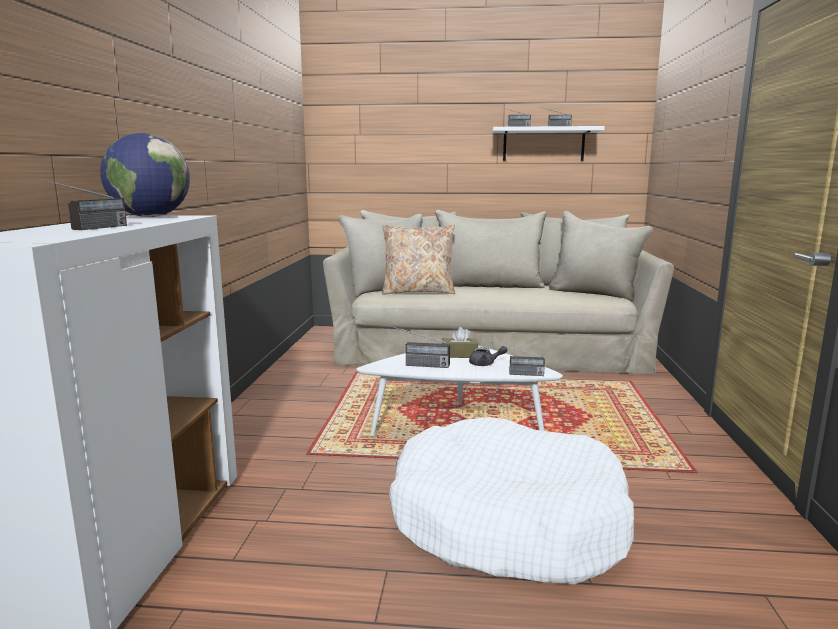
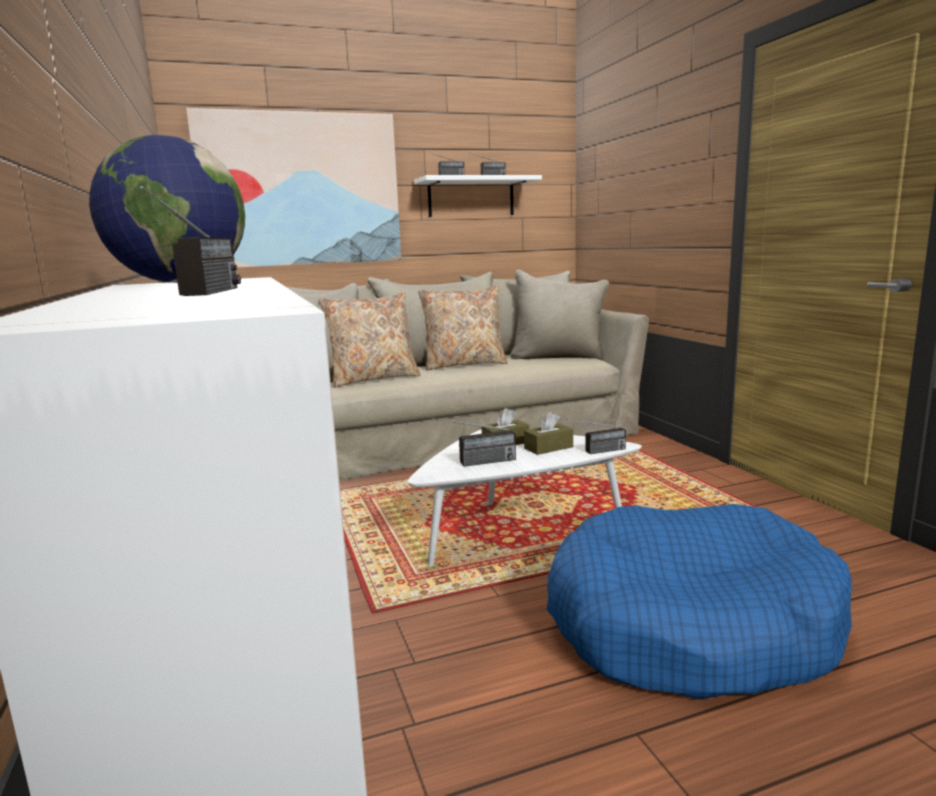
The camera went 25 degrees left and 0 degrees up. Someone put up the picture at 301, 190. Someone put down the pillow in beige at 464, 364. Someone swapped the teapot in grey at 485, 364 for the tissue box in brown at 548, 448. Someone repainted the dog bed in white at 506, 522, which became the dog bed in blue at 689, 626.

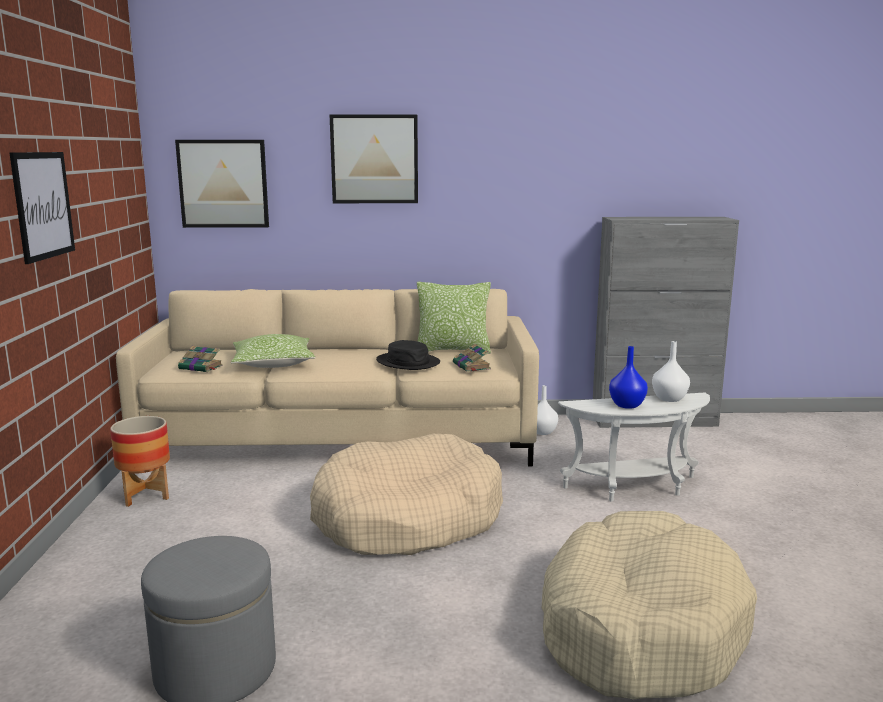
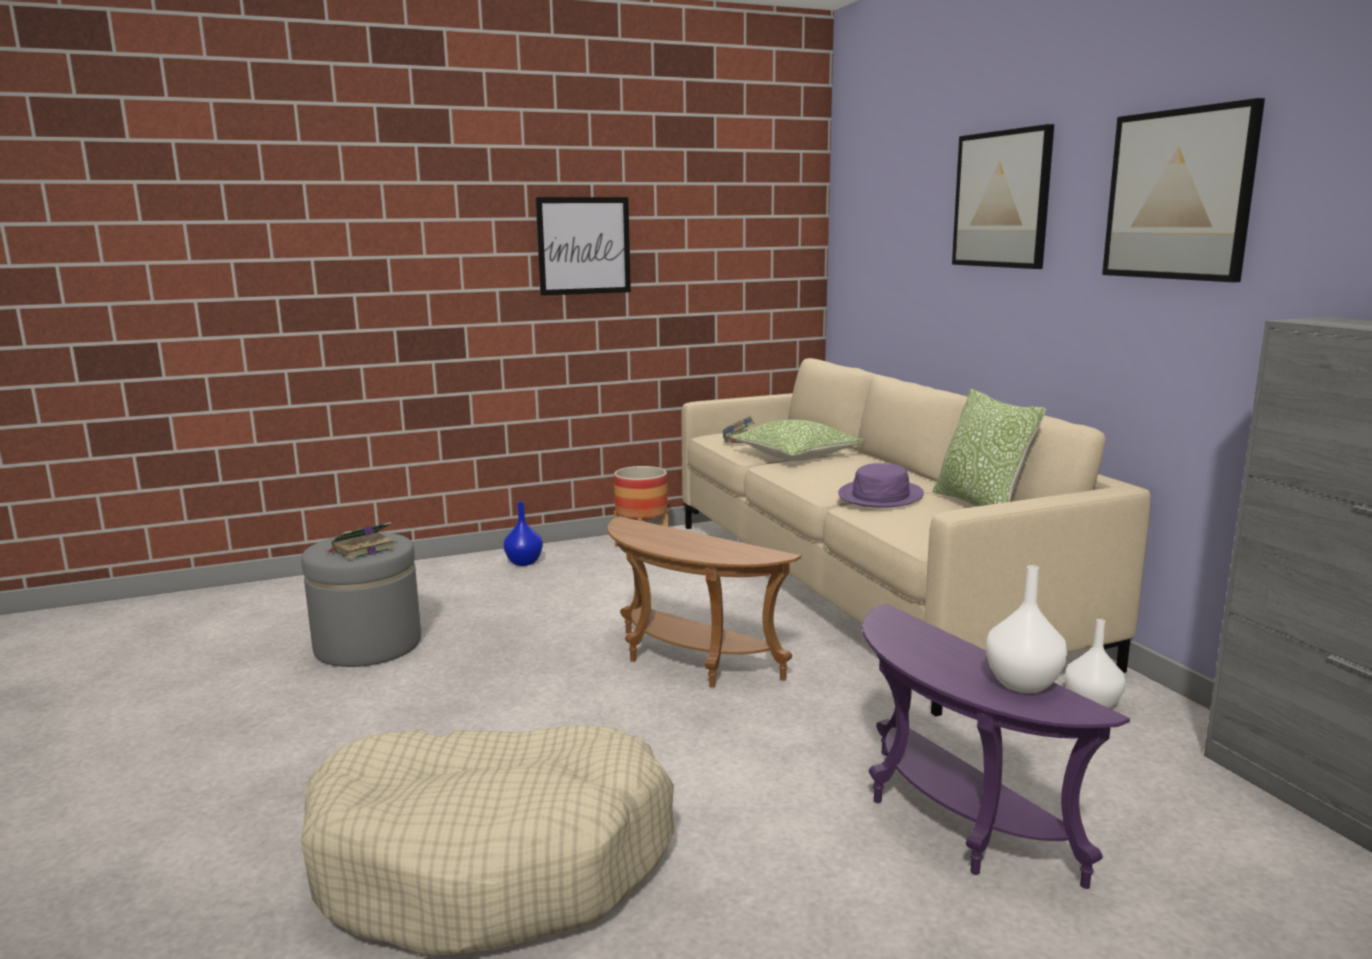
The camera went 70 degrees right and 0 degrees up. Someone carried the picture from 223, 184 to 1179, 195. Someone carried the book from 472, 366 to 362, 549. Someone carried the vase in blue from 626, 405 to 524, 562. Someone swapped the dog bed in beige at 407, 518 for the side table in brown at 688, 662. Someone repainted the hat in black at 408, 362, which became the hat in purple at 881, 496. Someone repainted the side table in white at 636, 489, which became the side table in purple at 951, 822.

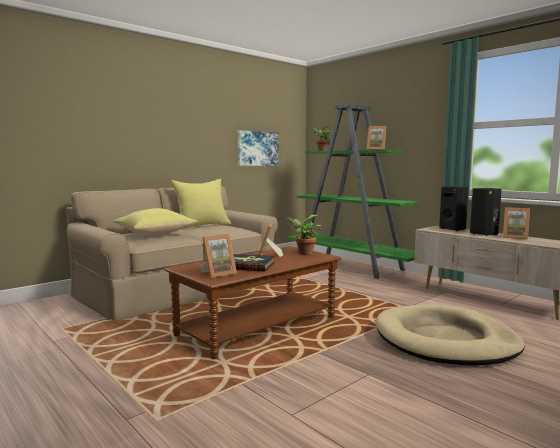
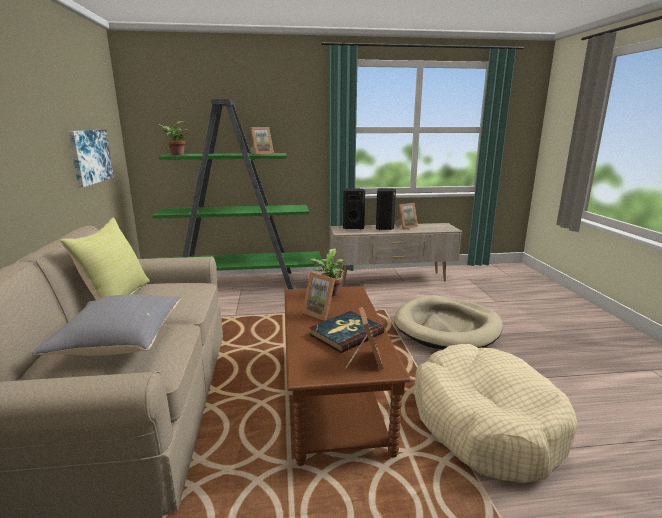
The camera went 55 degrees left and 10 degrees up. Someone put down the dog bed in beige at 485, 422. Someone repainted the pillow in yellow at 155, 234, which became the pillow in grey at 120, 342.

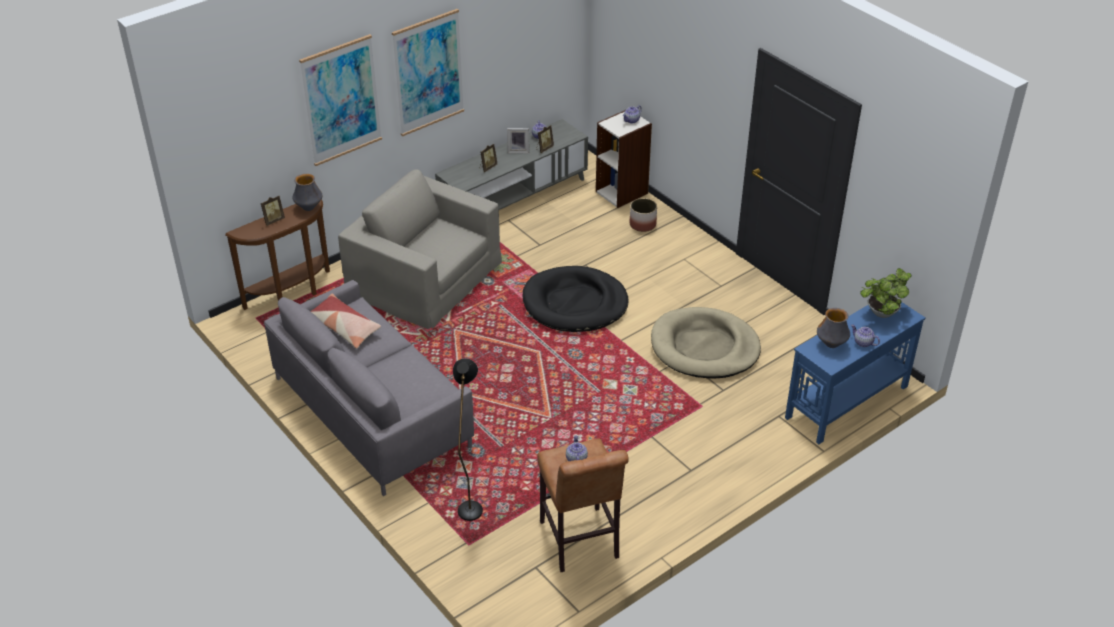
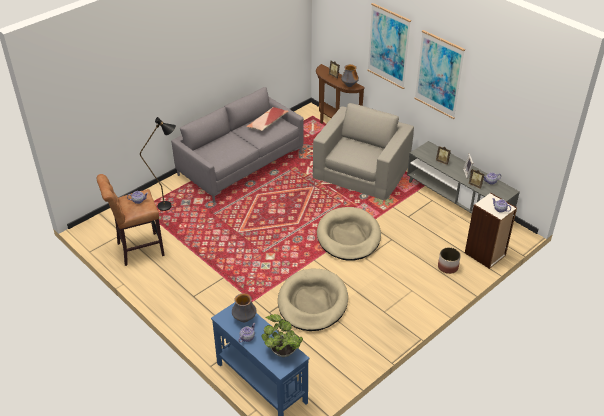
The camera went 85 degrees right and 0 degrees up. Someone repainted the dog bed in black at 575, 303, which became the dog bed in beige at 348, 236.

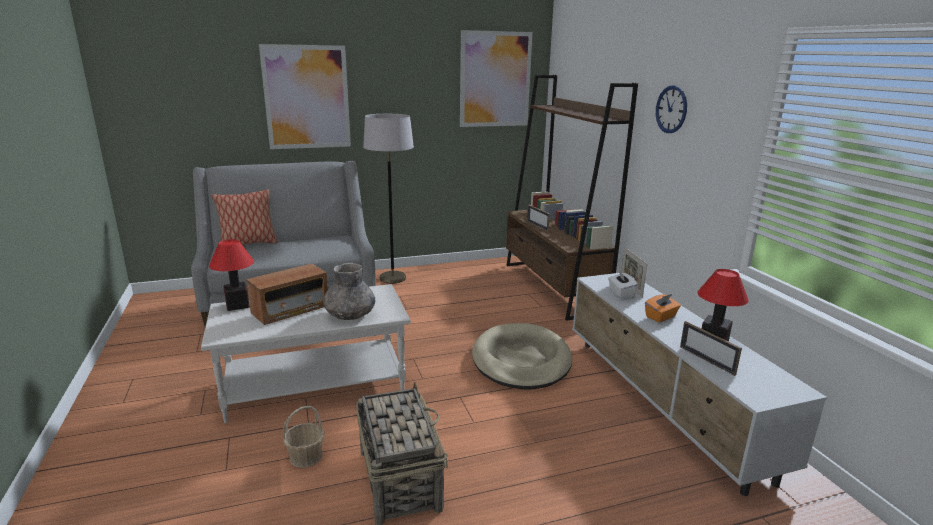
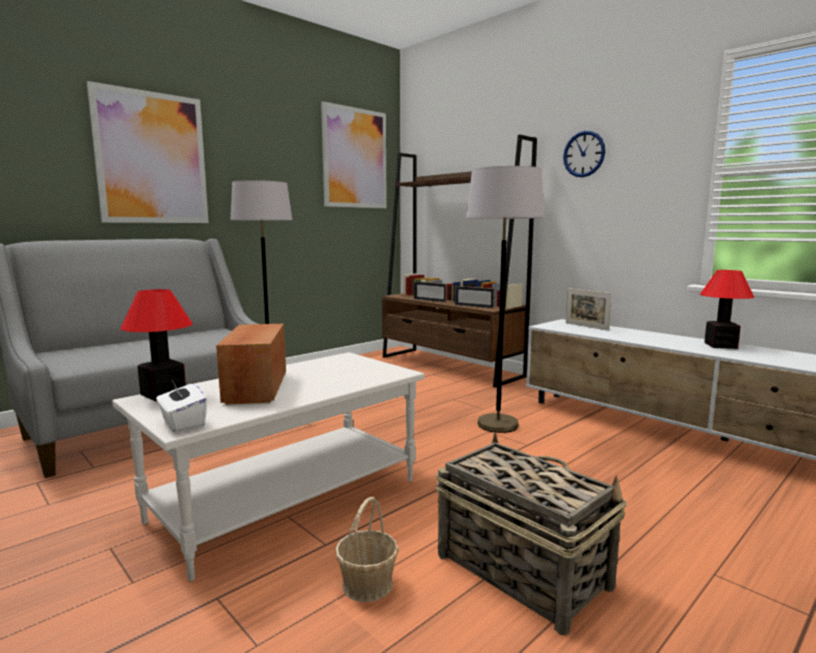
The camera went 25 degrees left and 10 degrees down. Someone took away the pillow at 248, 244. Someone took away the vase in grey at 350, 315. Someone took away the tissue box in orange at 661, 317. Someone carried the tissue box in white from 621, 293 to 182, 423. Someone carried the picture frame from 706, 360 to 473, 306. Someone swapped the dog bed in beige at 521, 360 for the floor lamp in grey at 497, 425. Someone rotated the radio at 290, 310 by 150 degrees clockwise.

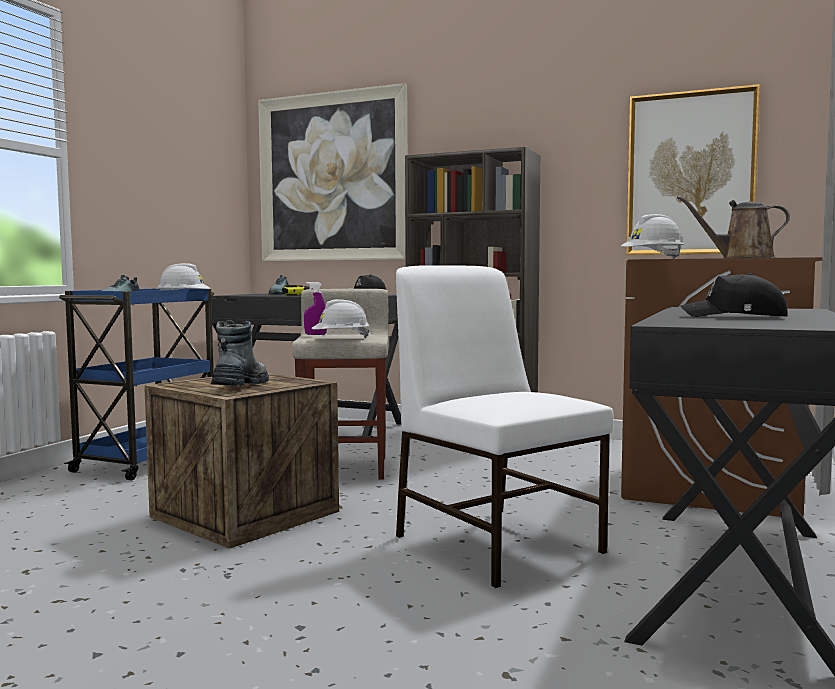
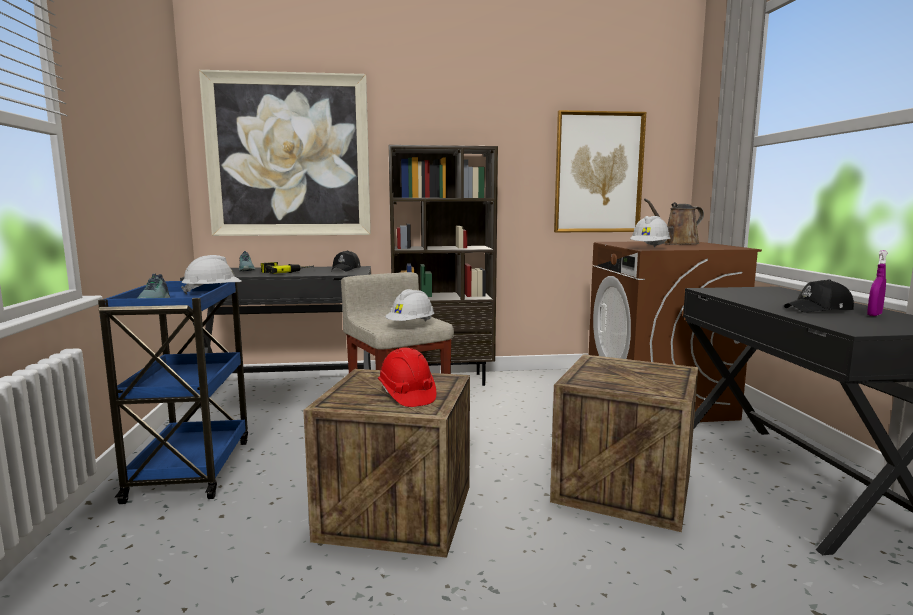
The camera went 30 degrees left and 5 degrees up. Someone carried the spray bottle in purple from 315, 334 to 874, 315. Someone swapped the boot at 240, 386 for the hard hat in red at 406, 395. Someone swapped the chair in white at 496, 542 for the crate at 623, 487.

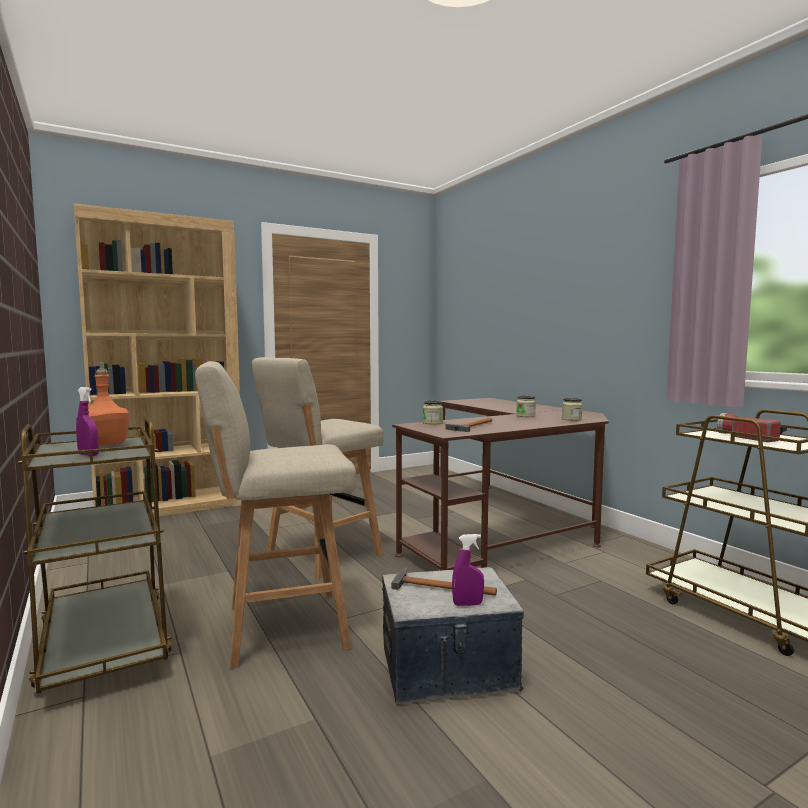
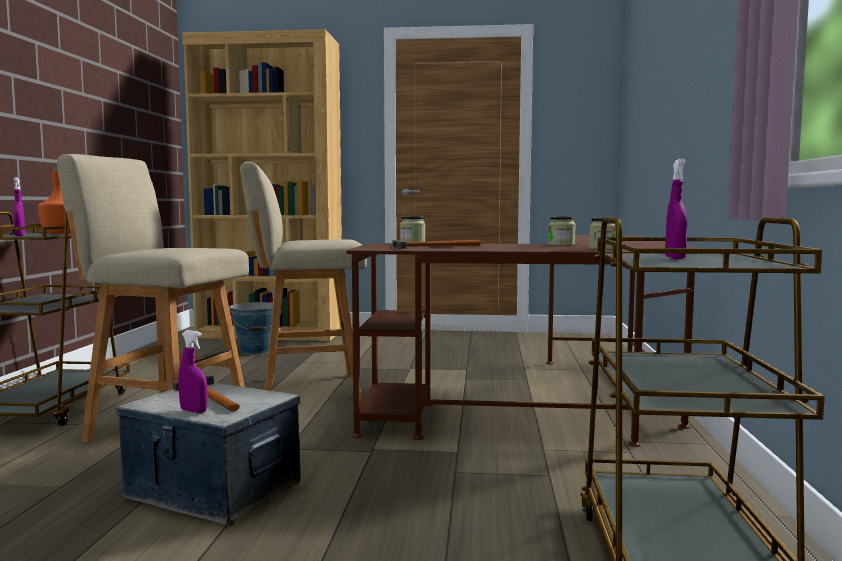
The camera went 35 degrees right and 0 degrees up. Someone put down the bucket at 256, 351. Someone swapped the flashlight at 746, 437 for the spray bottle in purple at 675, 258.

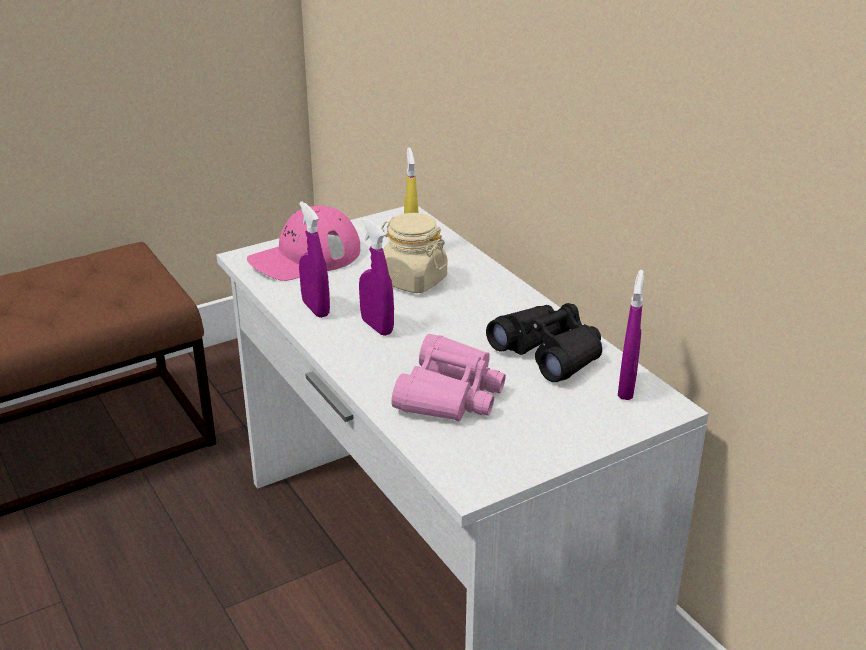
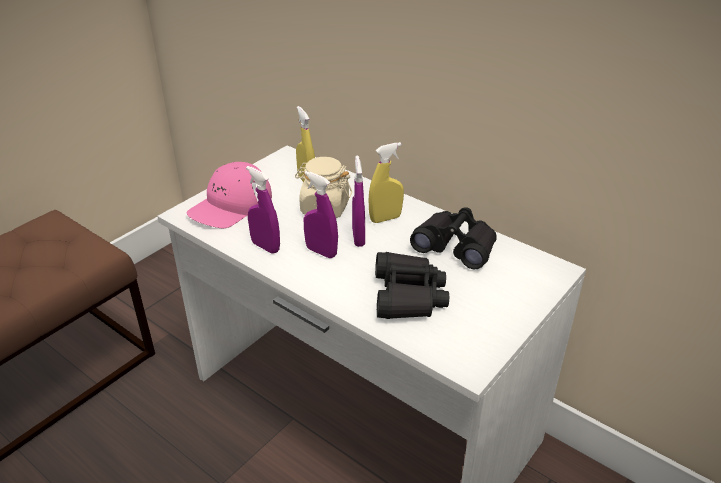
The camera went 20 degrees left and 5 degrees up. Someone put down the spray bottle in yellow at 385, 218. Someone carried the spray bottle in purple from 626, 388 to 358, 238. Someone repainted the binoculars in pink at 450, 394, which became the binoculars in black at 408, 295.

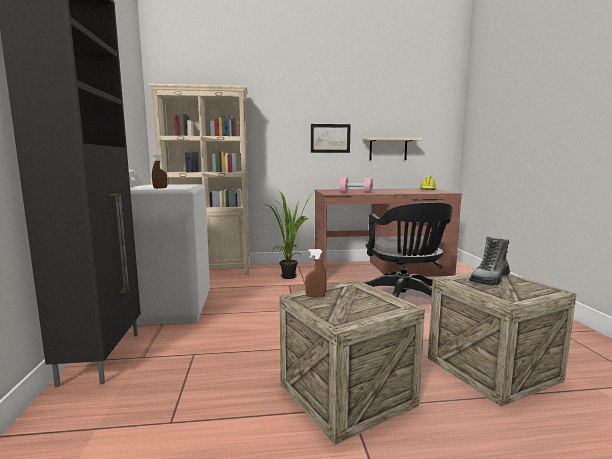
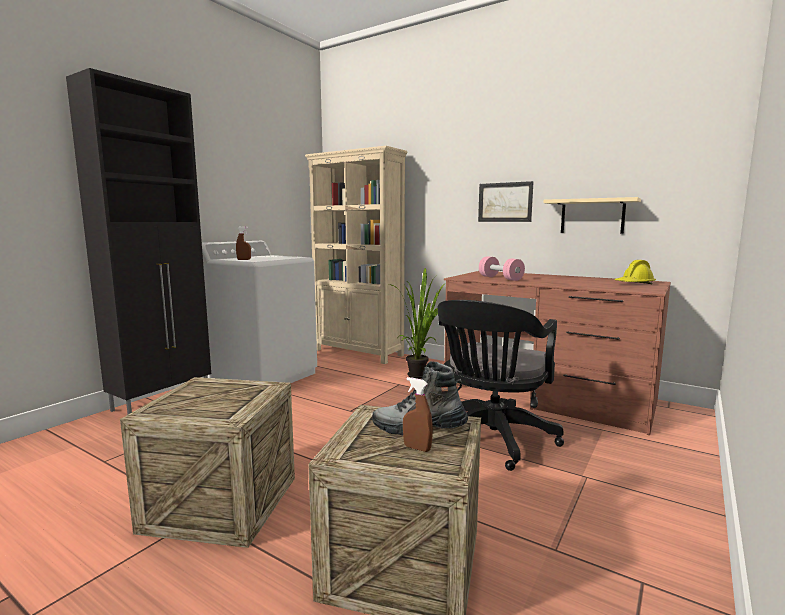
The camera went 40 degrees right and 0 degrees up. Someone carried the spray bottle in brown from 315, 296 to 417, 448.

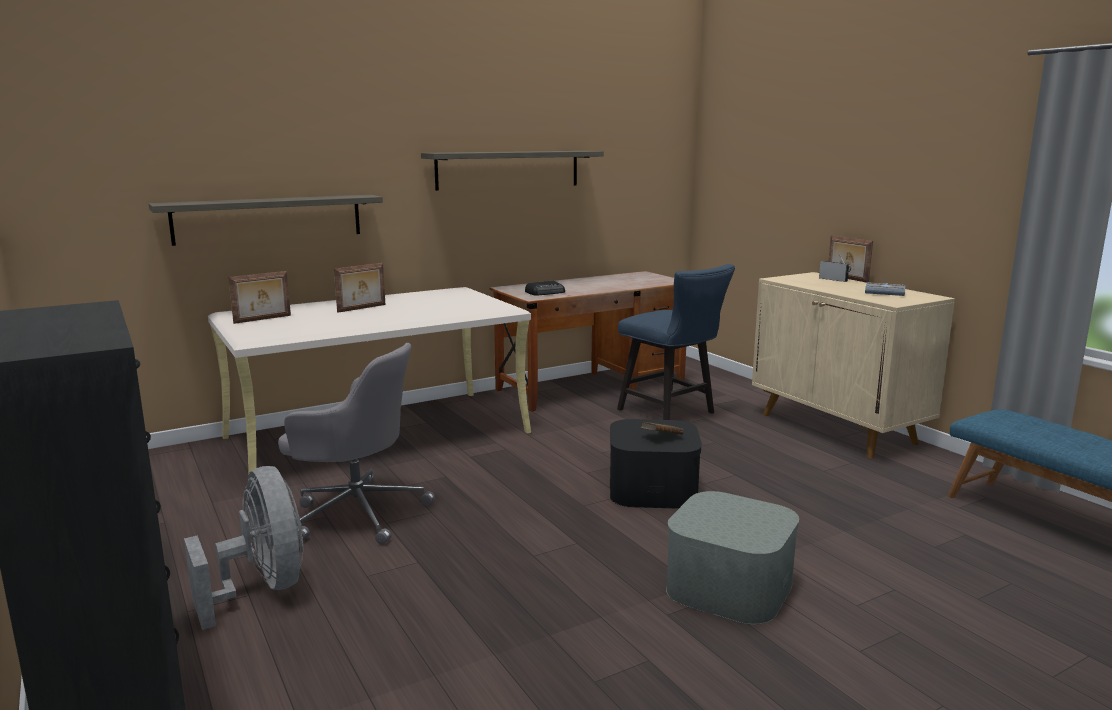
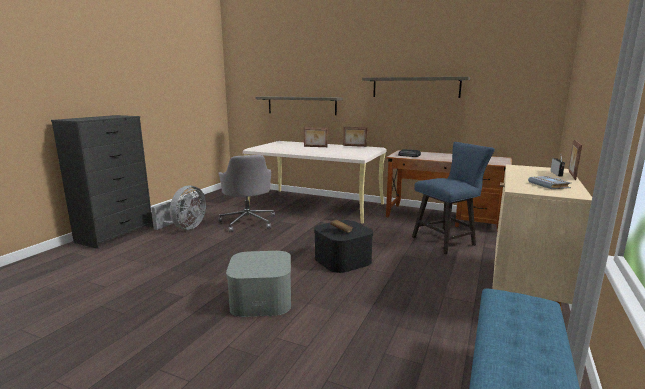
The camera went 55 degrees right and 0 degrees up. Someone carried the picture frame from 263, 319 to 354, 146. Someone rotated the chair in blue at 671, 413 by 135 degrees counterclockwise.

